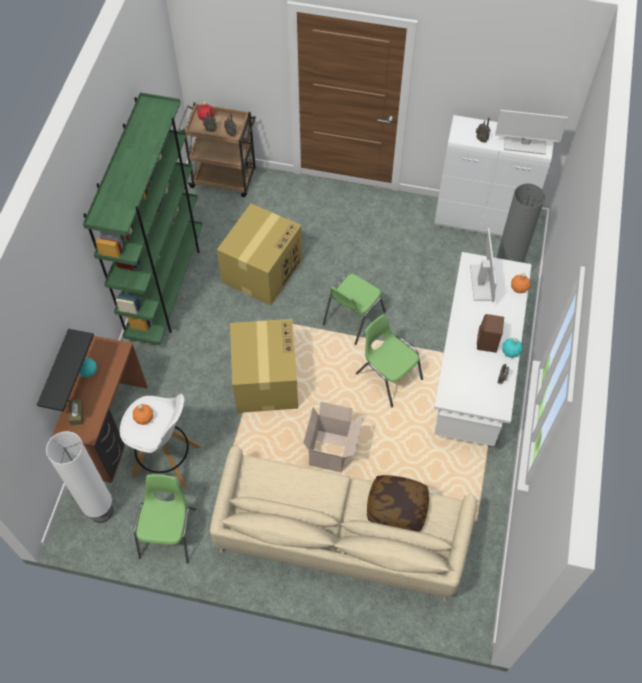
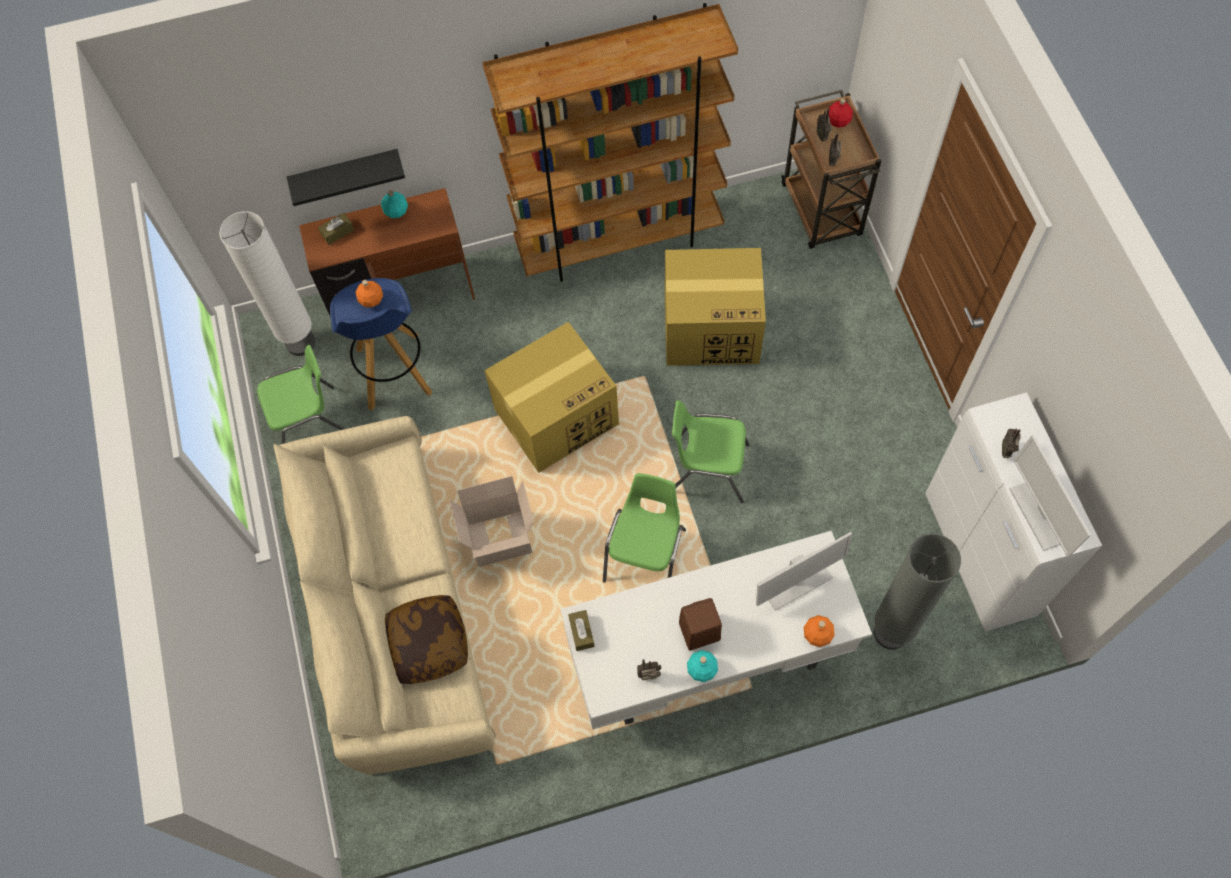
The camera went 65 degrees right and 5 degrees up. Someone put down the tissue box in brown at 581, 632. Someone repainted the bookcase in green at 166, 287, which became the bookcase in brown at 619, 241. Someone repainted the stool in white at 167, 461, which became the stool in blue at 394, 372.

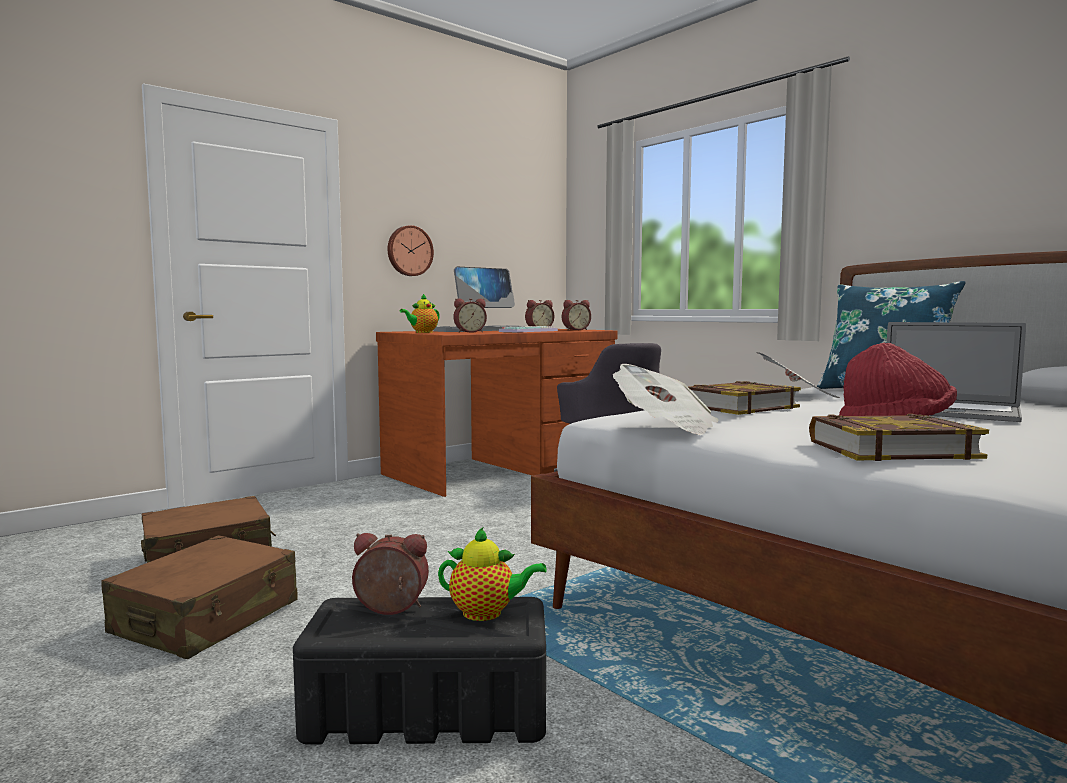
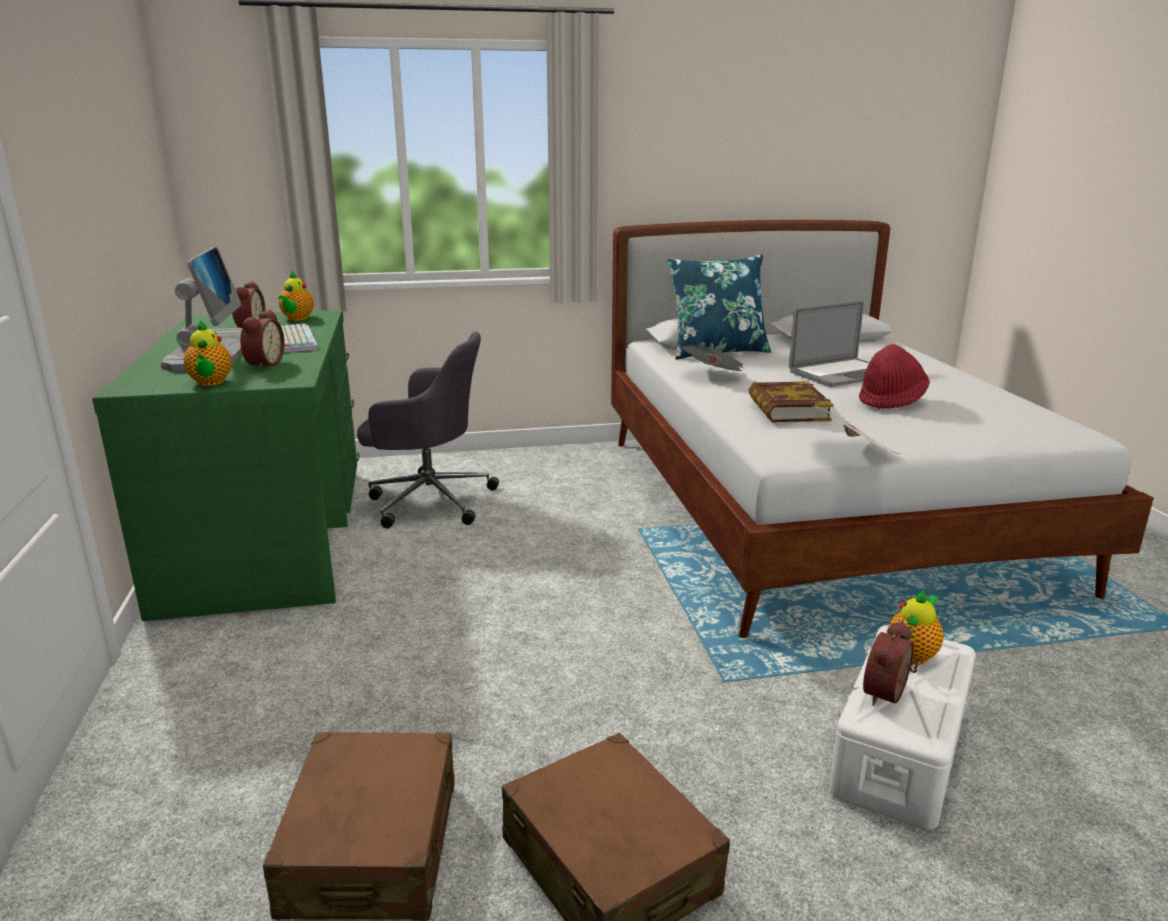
The camera went 60 degrees left and 15 degrees up. Someone took away the wall clock at 409, 251. Someone took away the book at 891, 449. Someone swapped the alarm clock at 575, 330 for the teapot at 297, 319. Someone repainted the storage box in black at 426, 711, which became the storage box in white at 899, 752. Someone repainted the desk in brown at 503, 468, which became the desk in green at 270, 534.

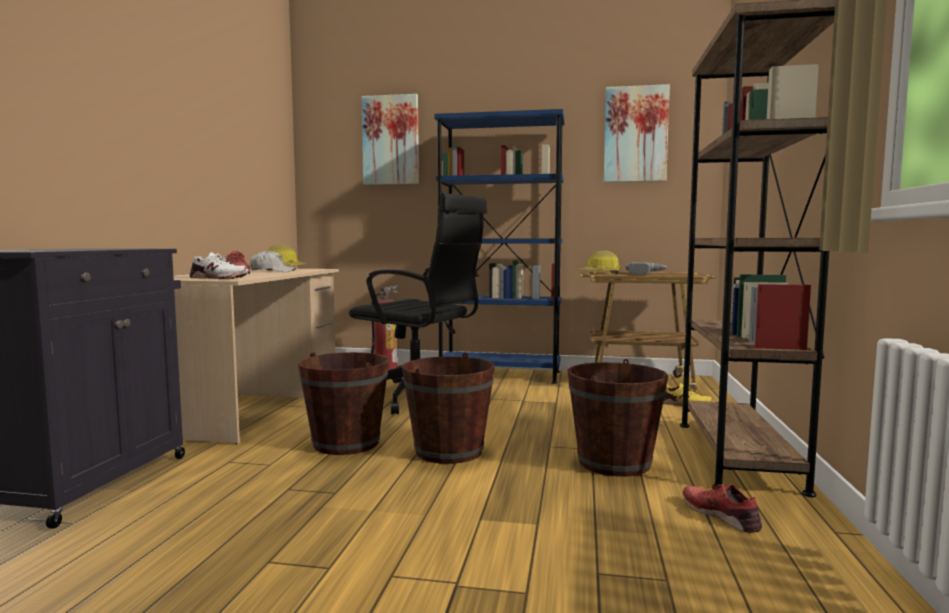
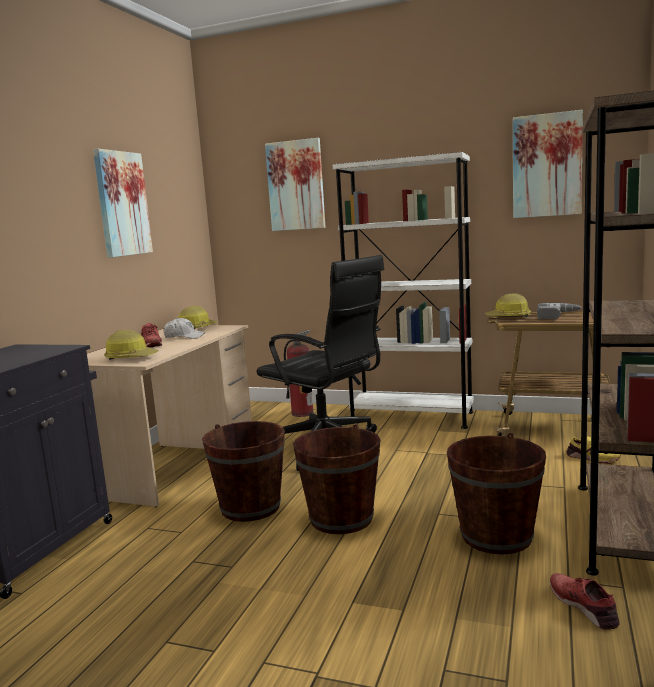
The camera went 10 degrees right and 5 degrees up. Someone put up the picture at 122, 204. Someone swapped the shoe in white at 218, 278 for the hard hat at 131, 358. Someone repainted the bookcase in blue at 499, 375, which became the bookcase in white at 411, 417.

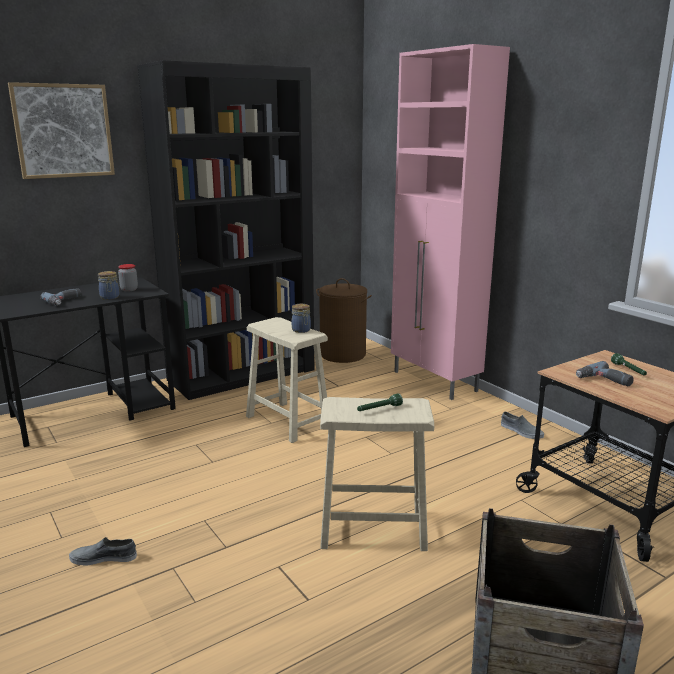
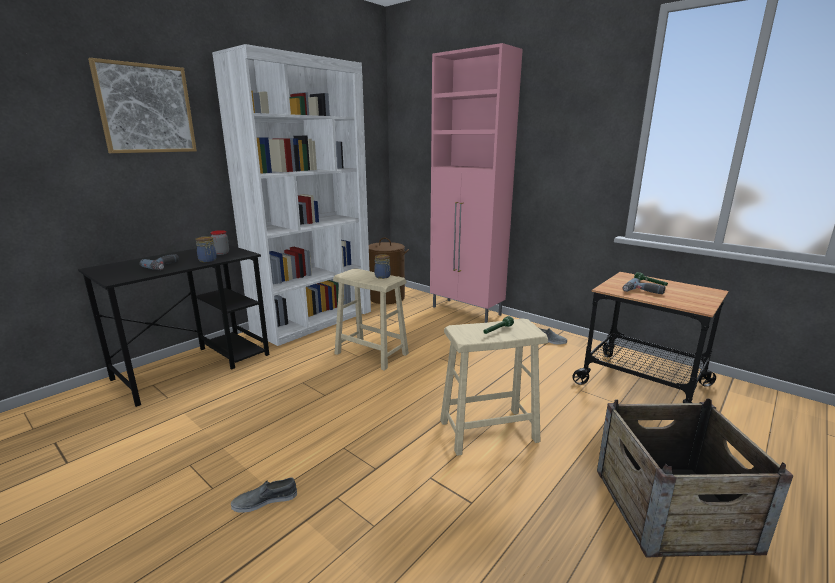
The camera went 15 degrees left and 0 degrees up. Someone repainted the bookcase in black at 242, 375, which became the bookcase in white at 314, 321.

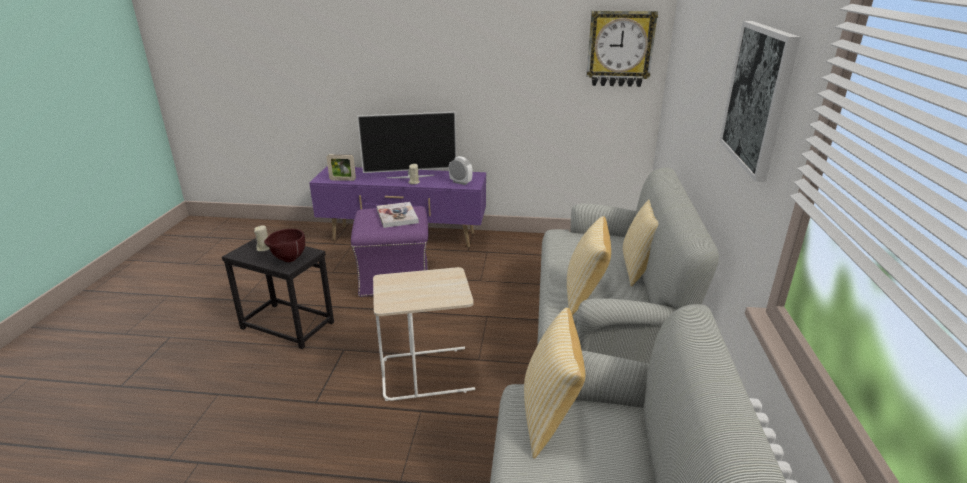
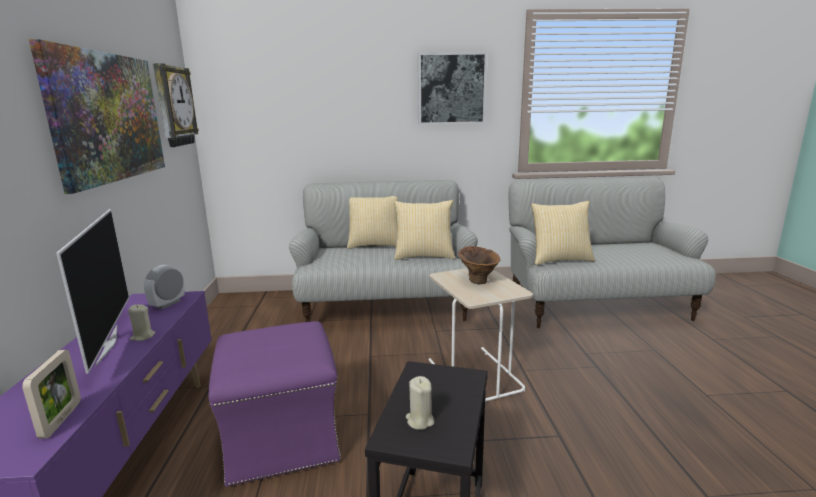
The camera went 100 degrees left and 10 degrees down. Someone took away the bowl in brown at 288, 260. Someone took away the book at 397, 216. Someone put up the picture at 108, 117. Someone put down the vase in brown at 478, 279.

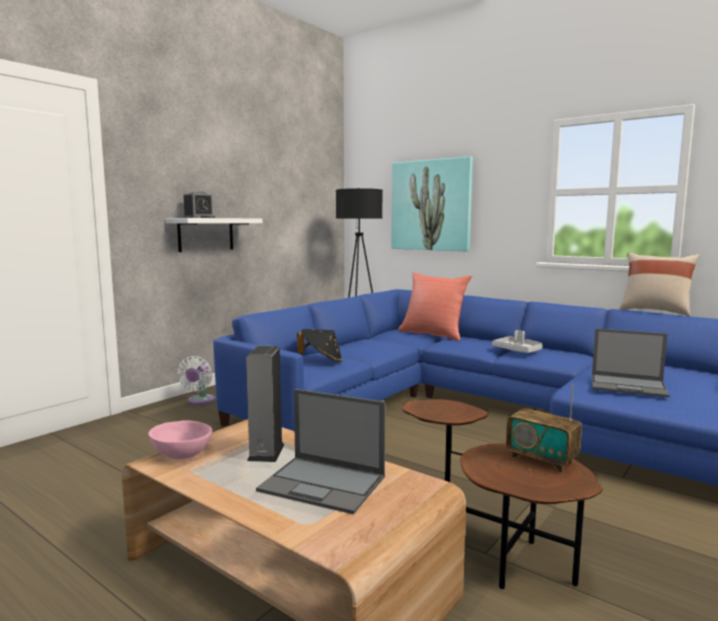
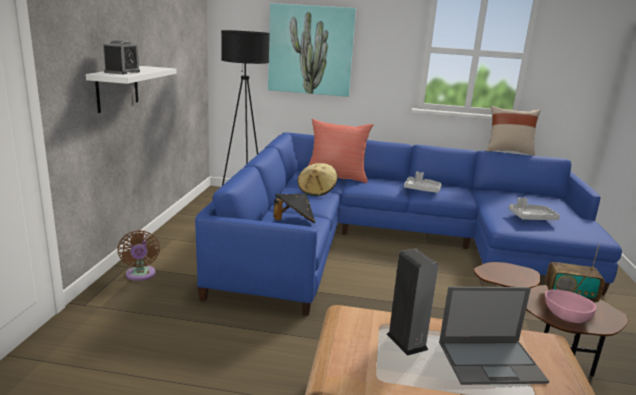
The camera went 30 degrees left and 10 degrees up. Someone put down the hat in beige at 317, 191. Someone carried the bowl in pink from 181, 454 to 566, 317. Someone swapped the laptop at 629, 386 for the tray in grey at 531, 217. Someone repainted the fan in white at 200, 401, which became the fan in brown at 140, 275.

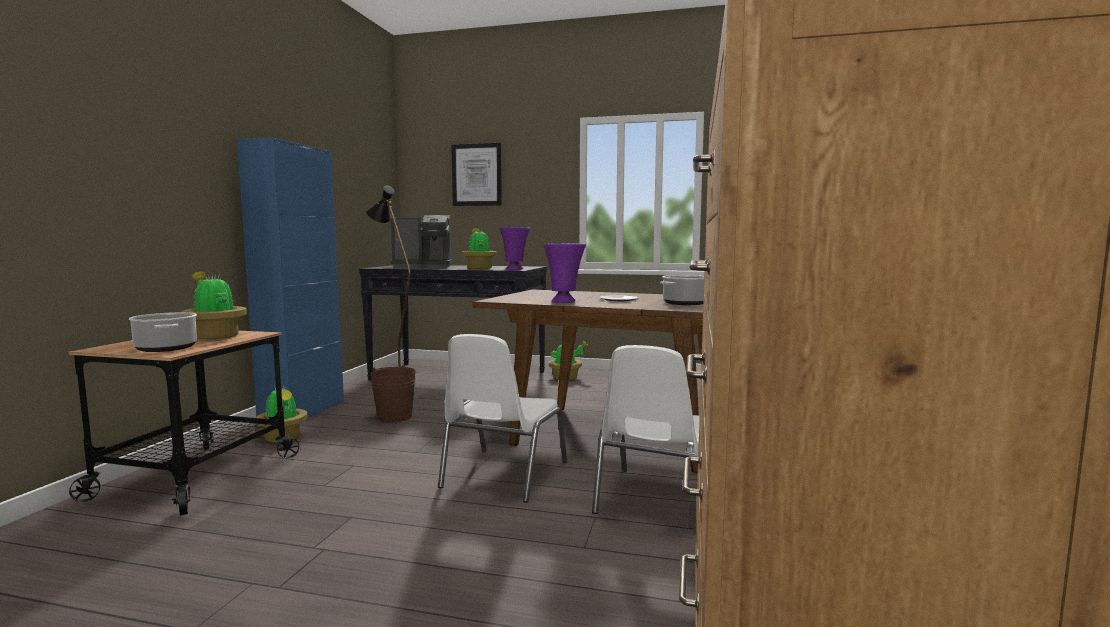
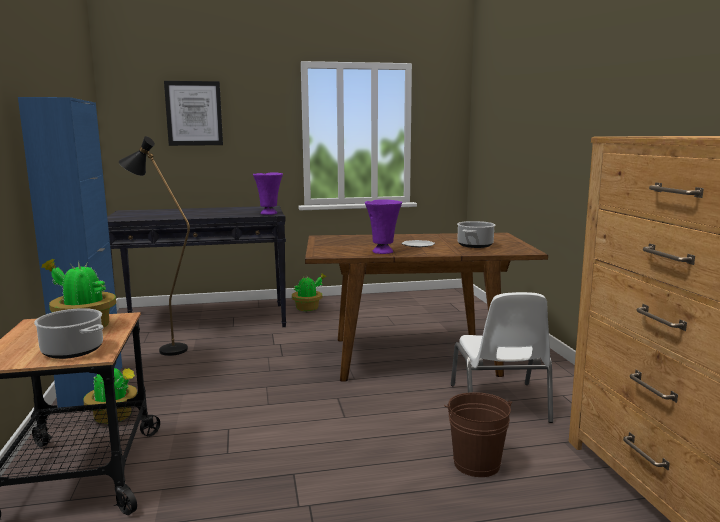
The camera went 25 degrees left and 5 degrees up. Someone took away the coffee machine at 424, 267. Someone took away the chair in white at 502, 475. Someone took away the potted plant at 479, 268. Someone carried the bucket in brown from 394, 417 to 477, 464.

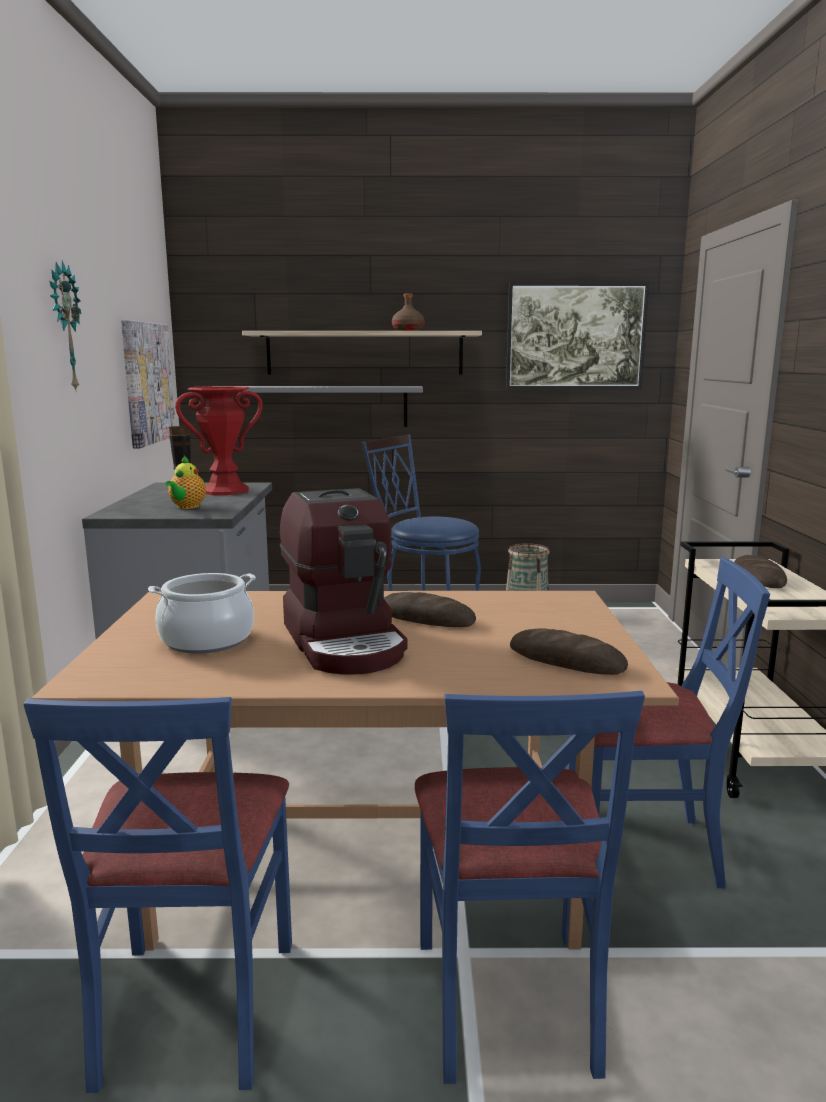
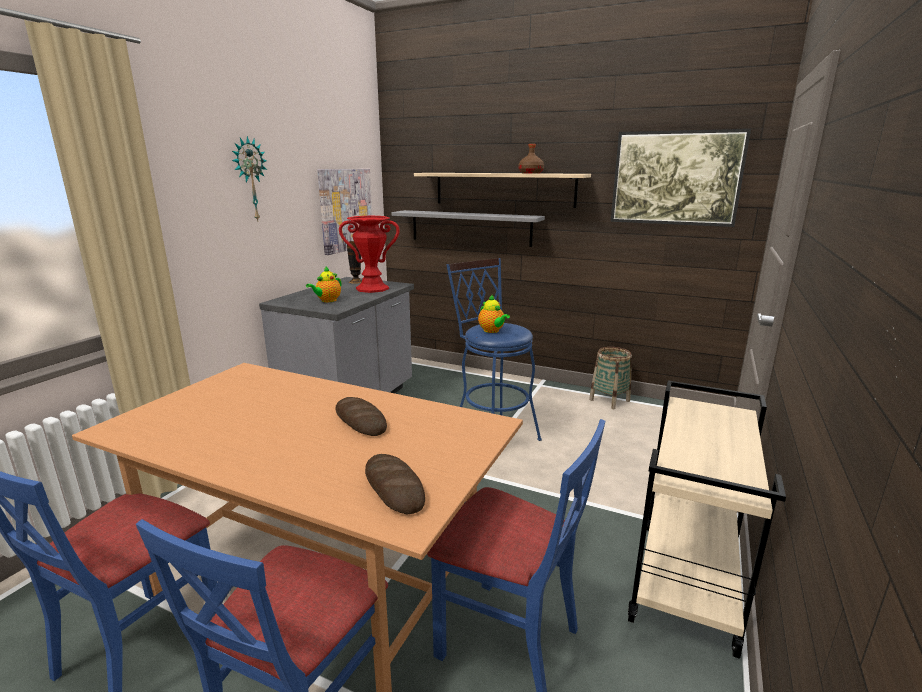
The camera went 25 degrees right and 5 degrees up. Someone took away the cooking pot at 207, 640. Someone took away the coffee machine at 345, 642. Someone took away the bread at 758, 577. Someone put down the teapot at 492, 331.

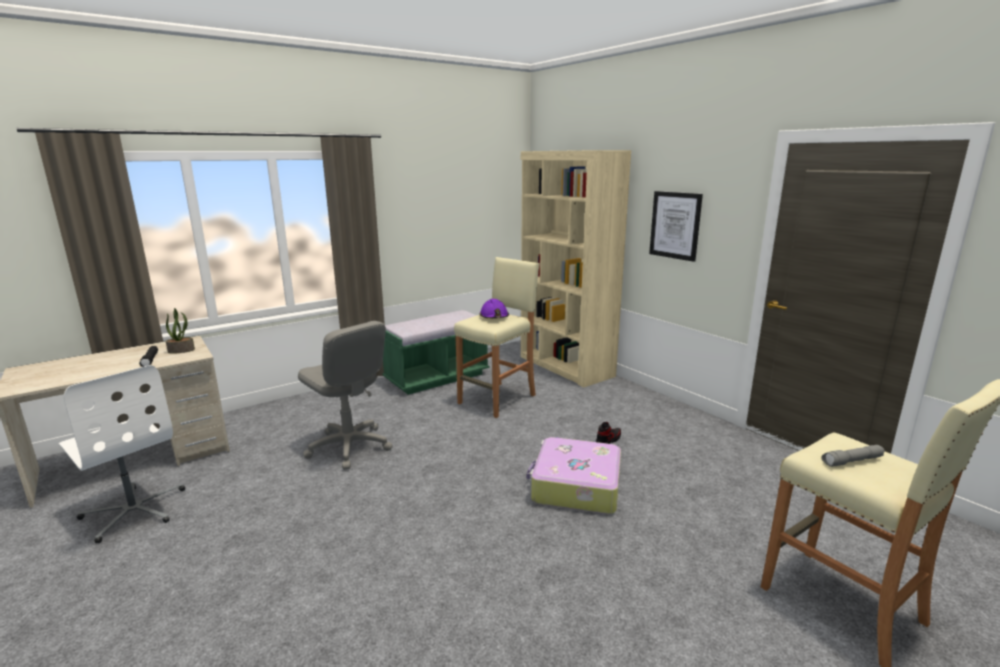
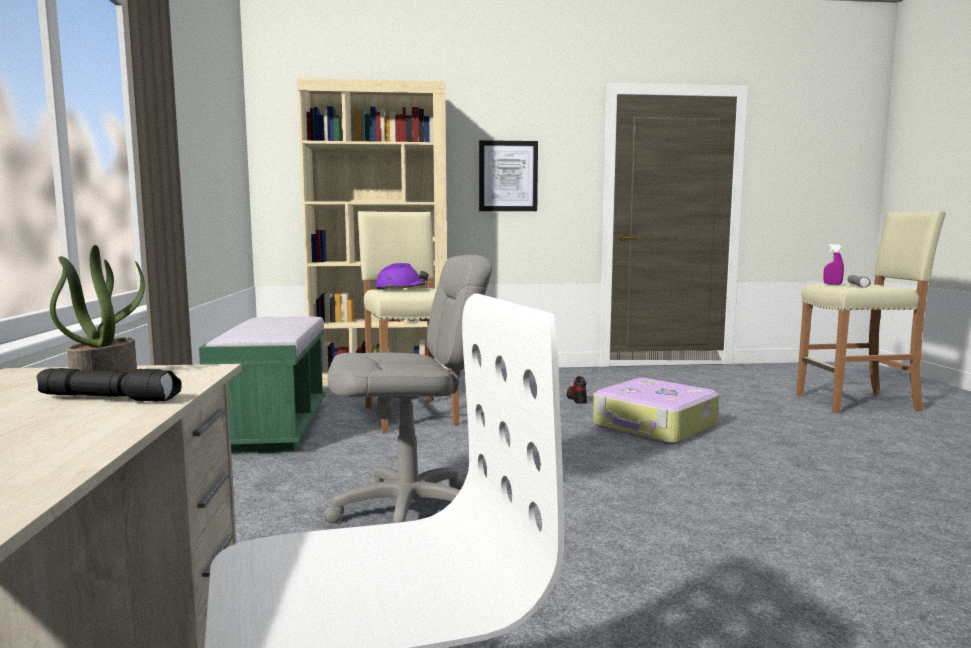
The camera went 60 degrees left and 10 degrees down. Someone put down the spray bottle in purple at 832, 284.

